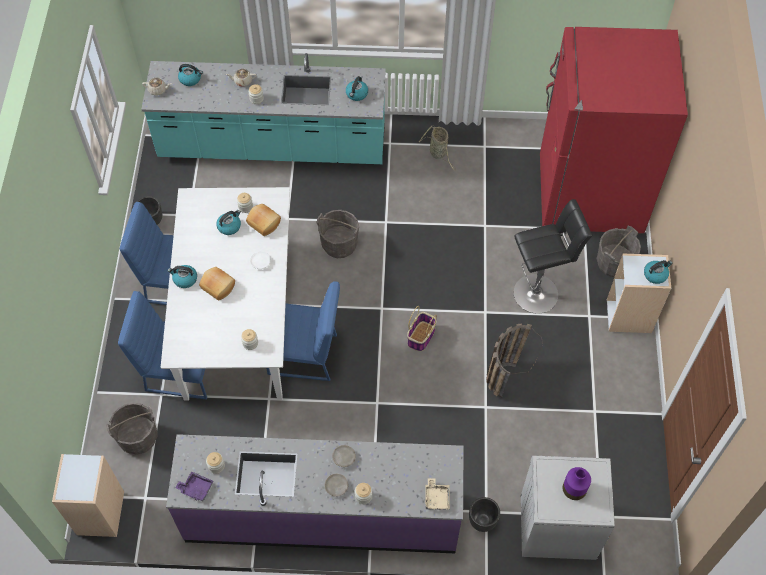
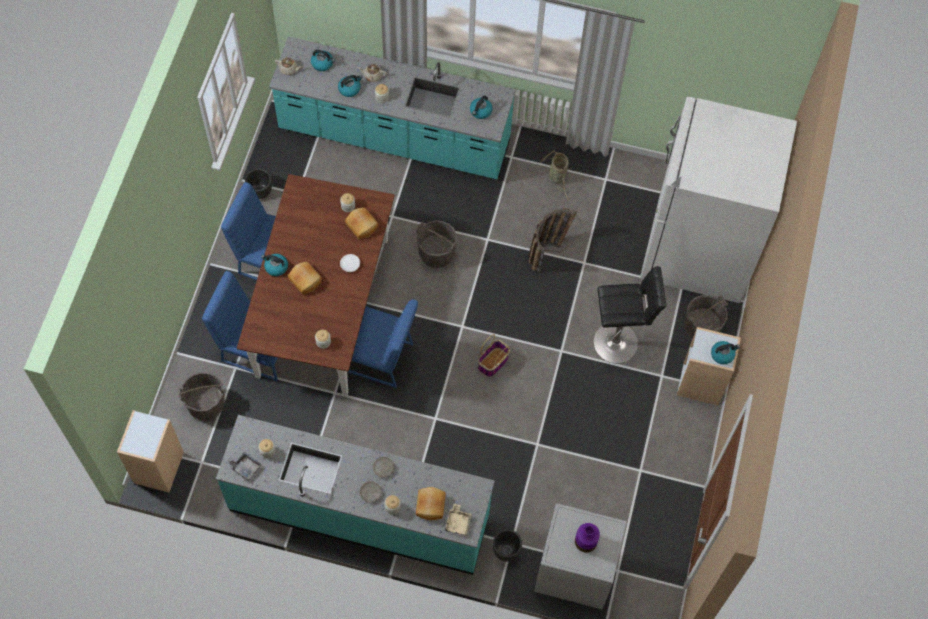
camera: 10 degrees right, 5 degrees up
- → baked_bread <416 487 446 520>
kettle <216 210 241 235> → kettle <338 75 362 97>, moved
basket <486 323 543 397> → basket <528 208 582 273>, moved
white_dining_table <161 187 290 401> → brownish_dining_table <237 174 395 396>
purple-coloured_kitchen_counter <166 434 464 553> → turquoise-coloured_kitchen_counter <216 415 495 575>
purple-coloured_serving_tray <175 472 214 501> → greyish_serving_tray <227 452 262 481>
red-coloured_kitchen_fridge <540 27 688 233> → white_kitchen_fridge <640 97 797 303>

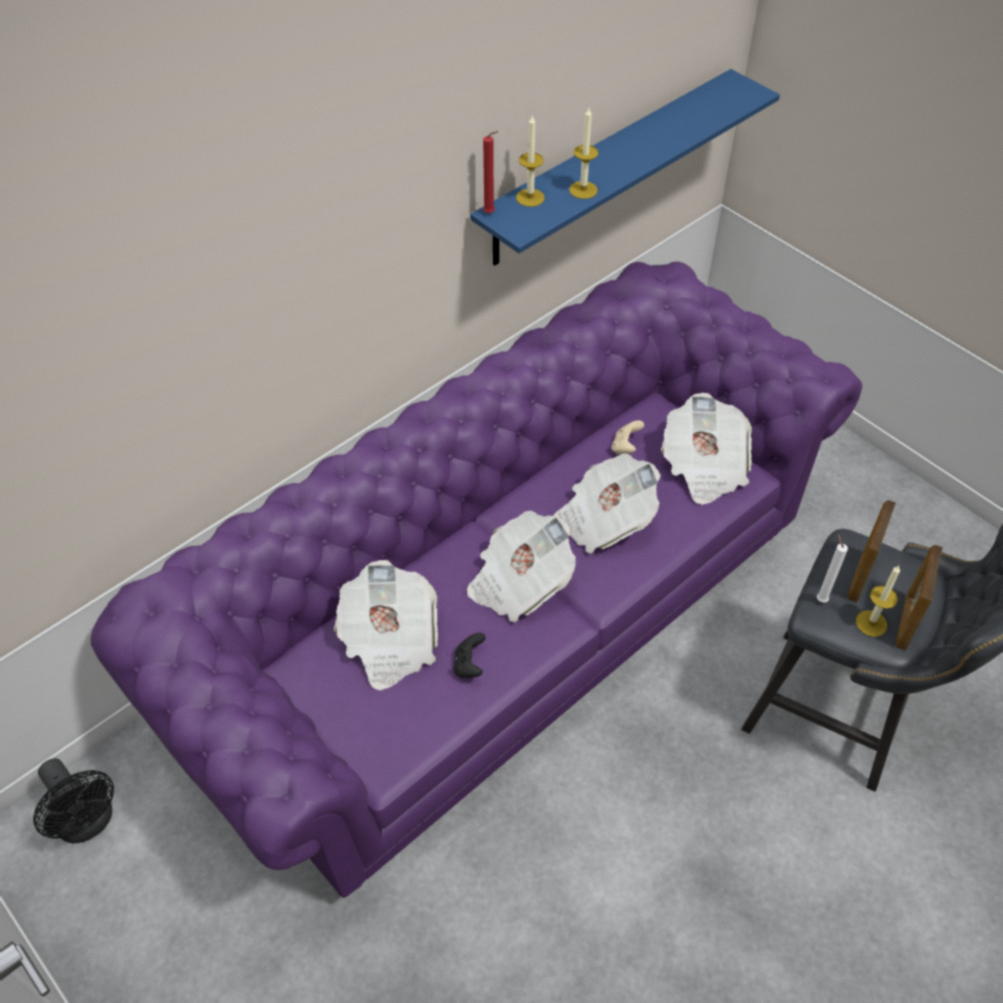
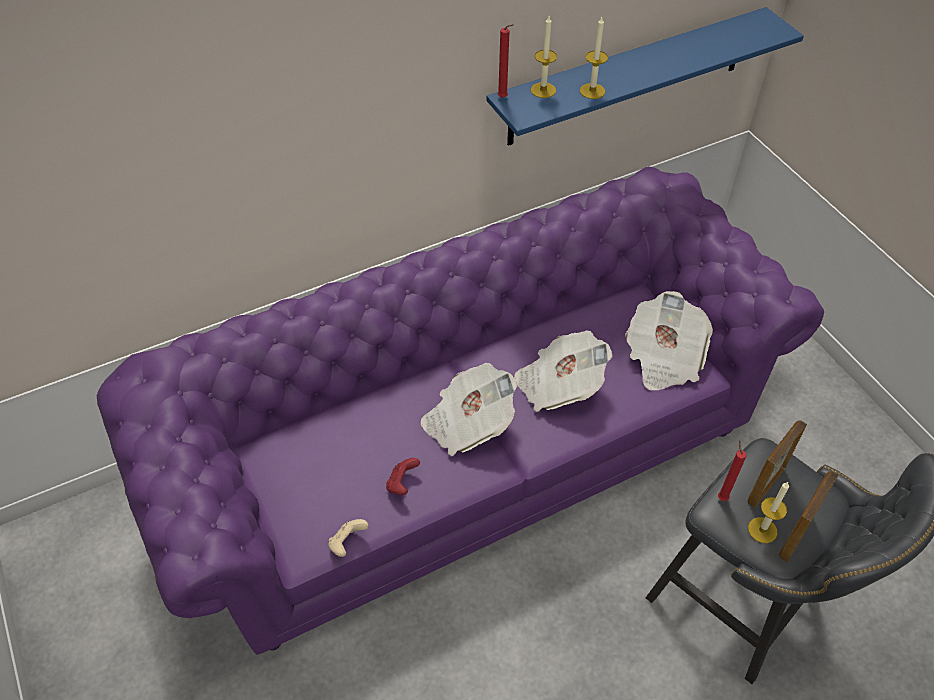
camera: 15 degrees right, 0 degrees up
black-coloured_electric_fan <33 758 114 843> → -
daily_paper <334 560 438 691> → -
beige_joypad <611 420 644 455> → beige_joypad <328 519 369 557>, moved
black-coloured_joypad <453 633 486 678> → red-coloured_joypad <386 458 420 495>
white_wax_light <817 534 848 603> → red-coloured_wax_light <718 440 747 501>

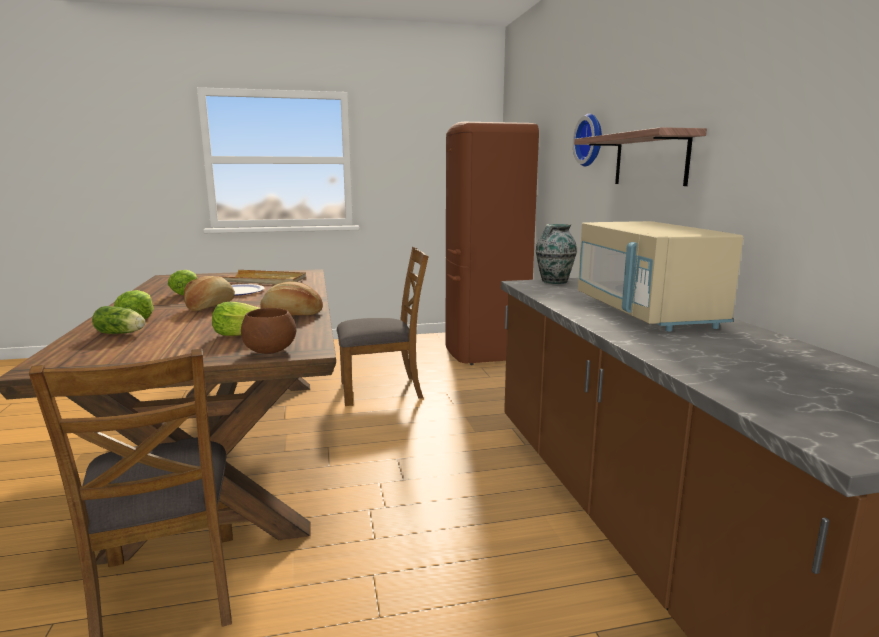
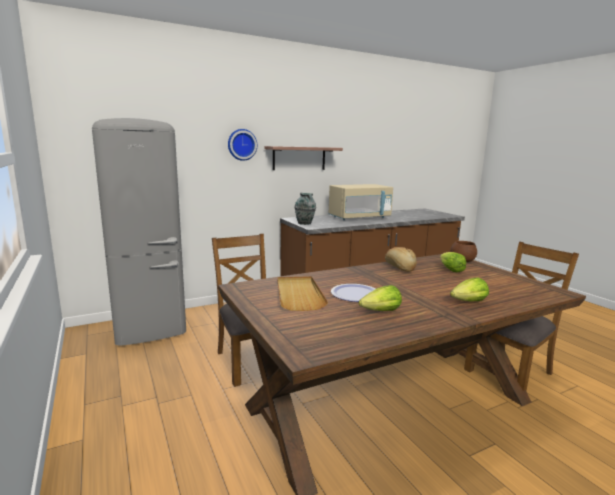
camera: 105 degrees left, 0 degrees up
lettuce <92 306 145 334> → -
baked_bread <184 276 235 311> → -
brownish_kitchen_fridge <445 122 539 365> → greyish_kitchen_fridge <92 118 186 346>

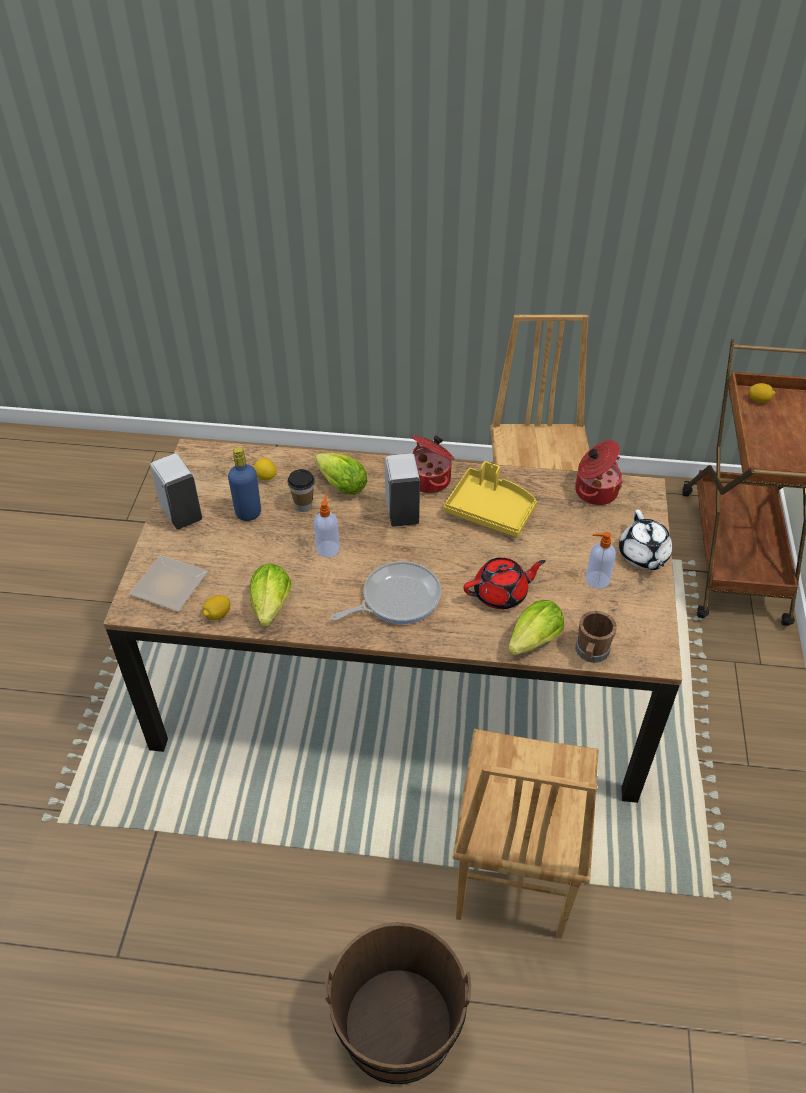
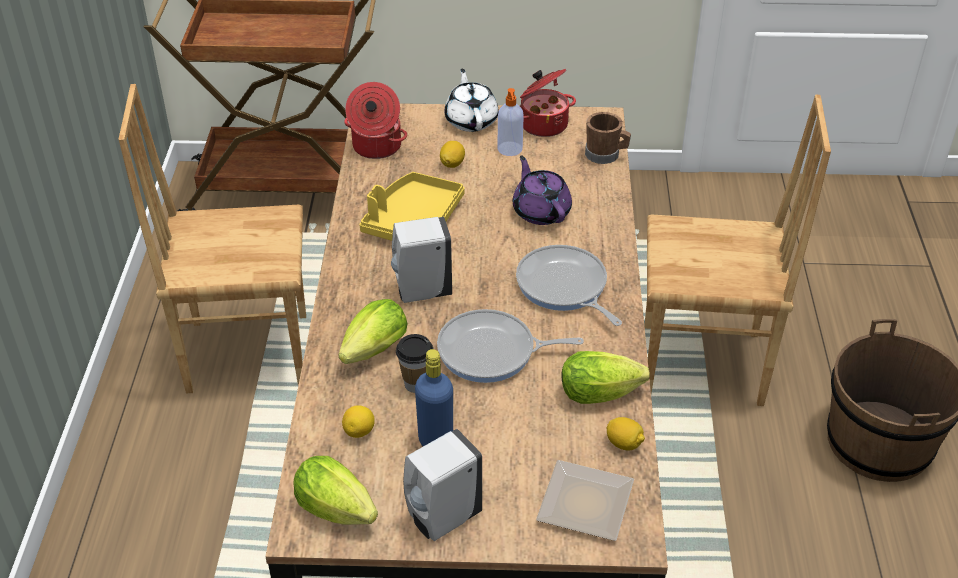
camera: 95 degrees left, 5 degrees down
saucepot <412 435 455 493> → saucepot <520 69 576 137>, moved
lettuce <508 600 564 655> → lettuce <293 456 378 525>, moved
lemon <749 383 776 403> → lemon <440 141 465 168>, moved
soap_dispenser <314 493 340 557> → frying_pan <437 309 584 383>
red-coloured_tea_pot <463 557 546 609> → purple-coloured_tea_pot <513 155 572 225>
white_tea_pot <619 509 672 570> → white_tea_pot <445 68 499 132>, 90 degrees counterclockwise

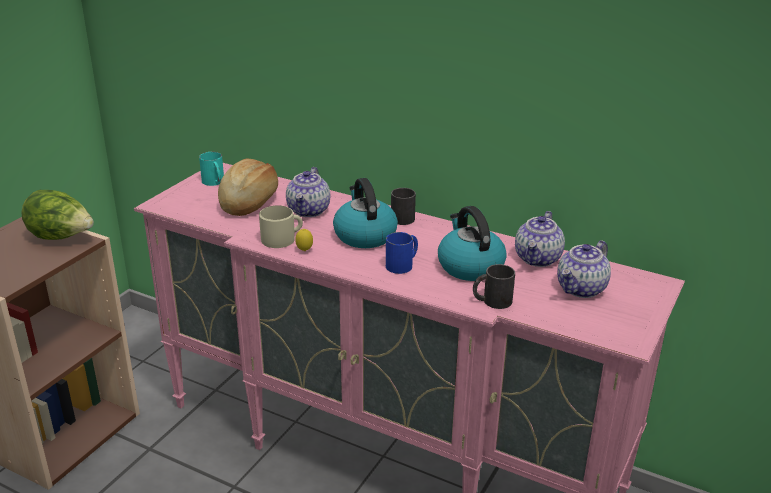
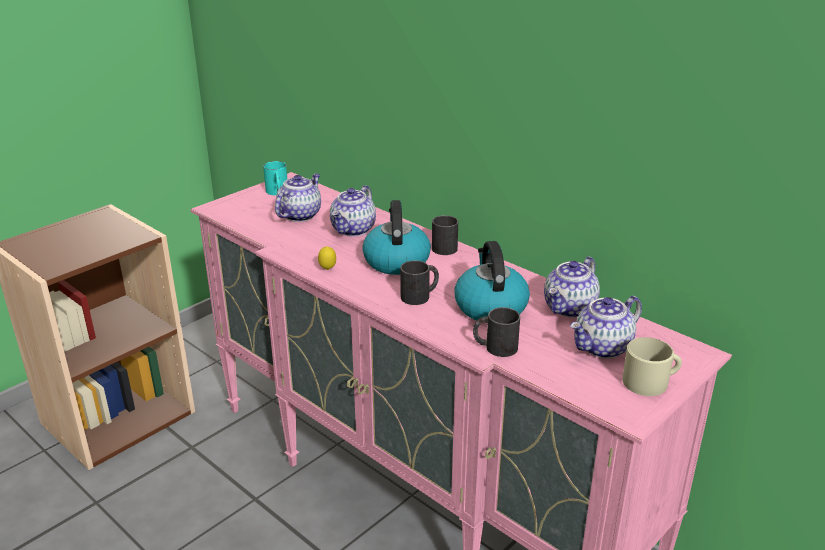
camera: 15 degrees right, 0 degrees up
lettuce <21 190 94 240> → -
beige_mug <259 205 303 248> → beige_mug <623 337 682 396>, moved
baked_bread <218 158 278 216> → tea_pot <275 173 321 222>
blue-coloured_mug <386 232 418 274> → black-coloured_mug <400 260 439 305>

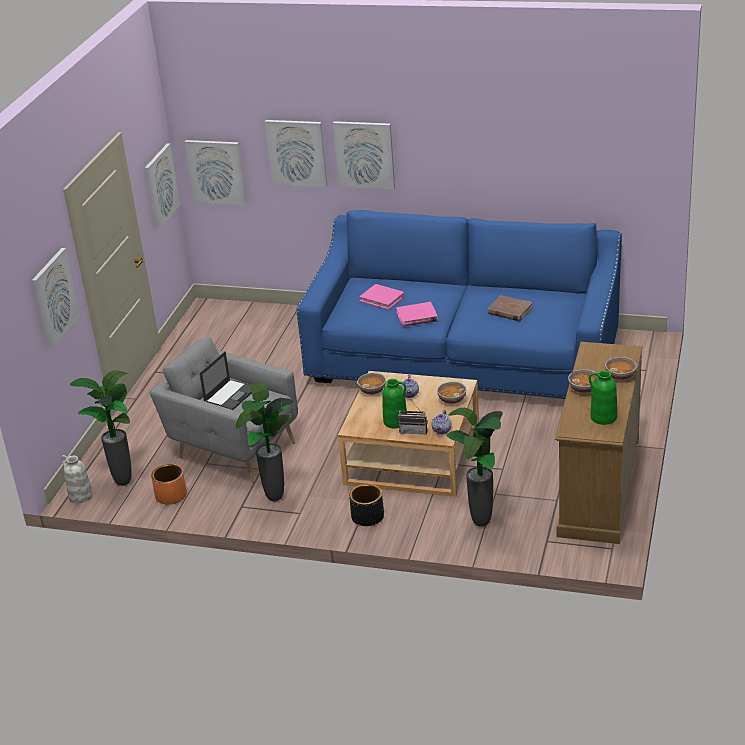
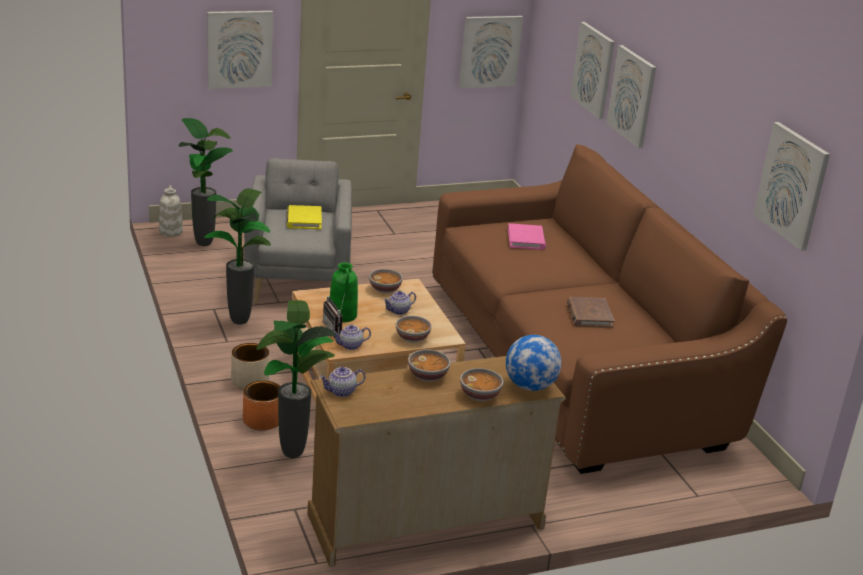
camera: 50 degrees right, 5 degrees down
pink-coloured_book <396 302 438 327> → -
green_decorative_vase <589 371 617 425> → -
- → tea_pot <319 367 366 397>
- → world_globe <506 335 562 391>
orange-coloured_flower_pot <151 464 187 505> → orange-coloured_flower_pot <243 381 280 430>, moved
wall_art <184 140 247 205> → wall_art <753 122 830 251>, moved
laptop <199 351 252 410> → yellow-coloured_book <287 205 322 229>
blue-coloured_couch <297 210 622 399> → brownish_couch <432 144 787 474>
black-coloured_flower_pot <349 484 384 526> → beige_flower_pot <231 343 270 389>

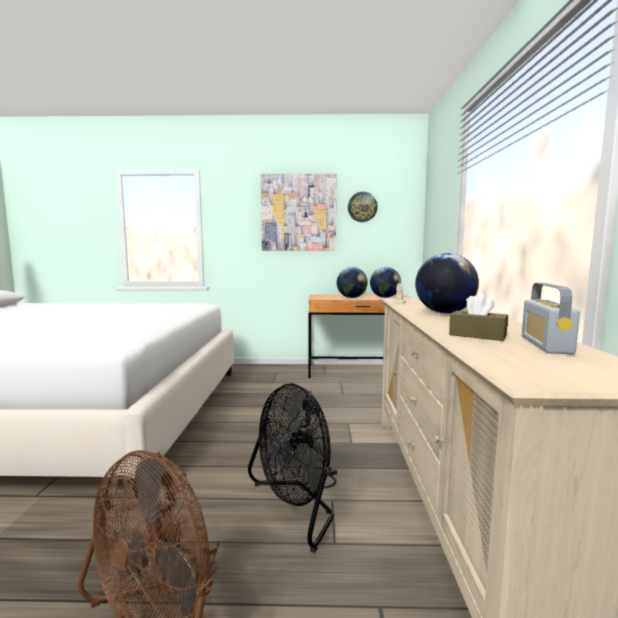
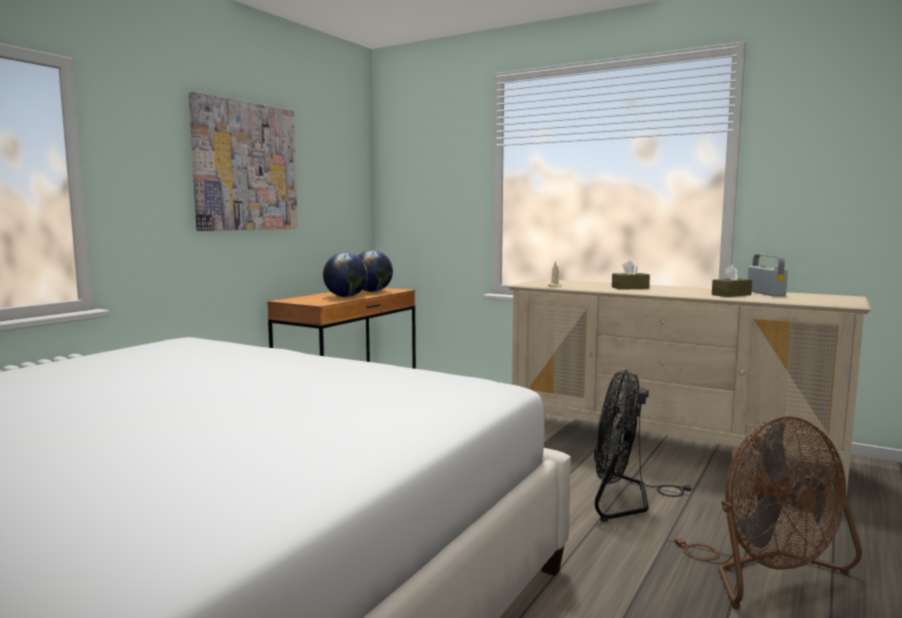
camera: 60 degrees left, 0 degrees up
clock_on_the_wall <348 192 378 222> → -
world_globe <415 253 479 313> → brownish_tissue_box <612 260 650 289>
black-coloured_electric_fan <248 383 338 553> → black-coloured_electric_fan <594 370 693 522>, 105 degrees clockwise
radio <522 283 580 354> → radio <748 254 788 296>, 135 degrees counterclockwise

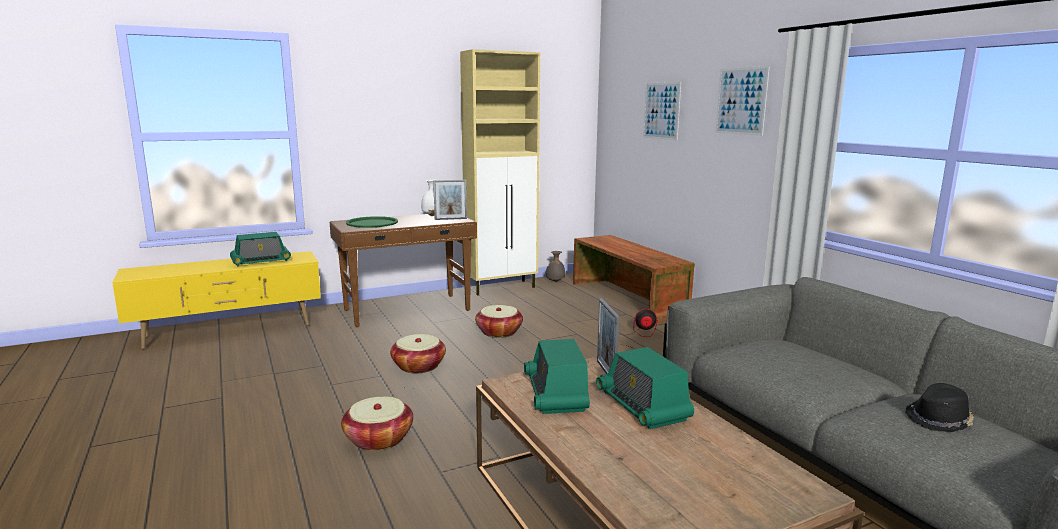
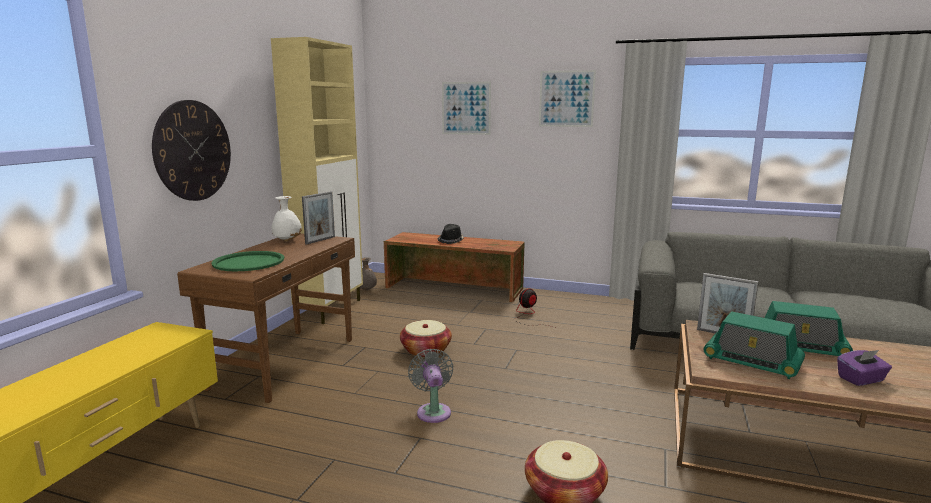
camera: 45 degrees left, 0 degrees up
radio <230 232 291 267> → -
- → clock_on_the_wall <152 100 231 201>
- → purple-coloured_tissue_box <837 350 892 386>
black-coloured_hat <905 383 974 432> → black-coloured_hat <438 224 464 244>, moved
basket <390 334 446 373> → greyish_electric_fan <408 349 454 423>

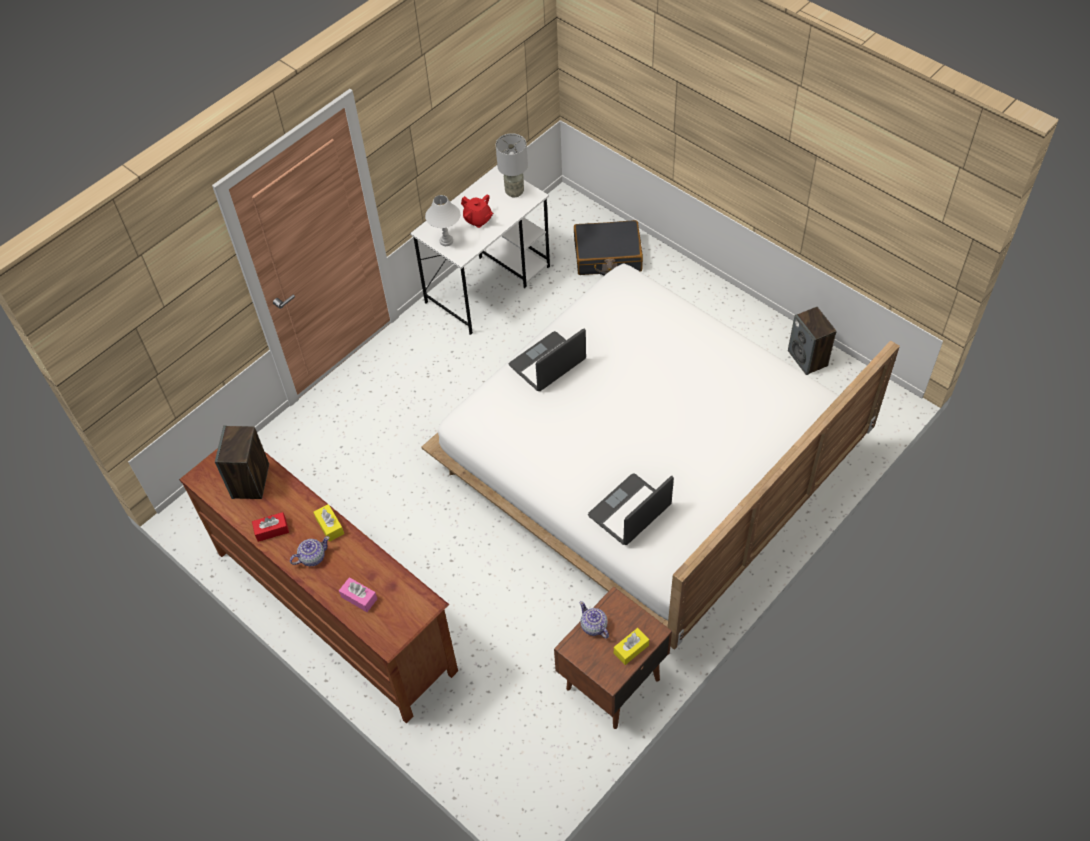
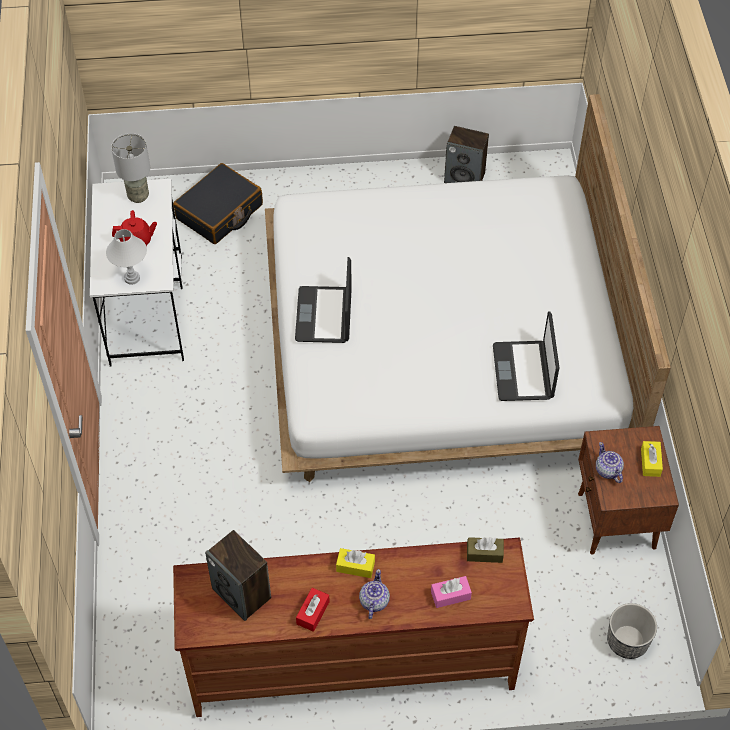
camera: 50 degrees left, 0 degrees up
- → brownish_tissue_box <467 537 504 563>
- → flower_pot <607 603 657 659>
tea_pot <580 601 609 639> → tea_pot <596 442 624 483>, 60 degrees clockwise

